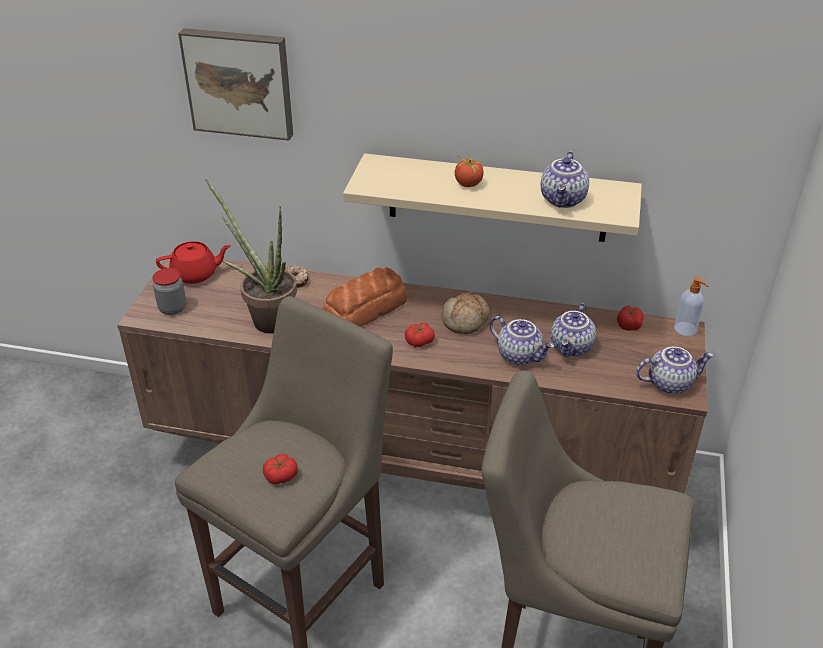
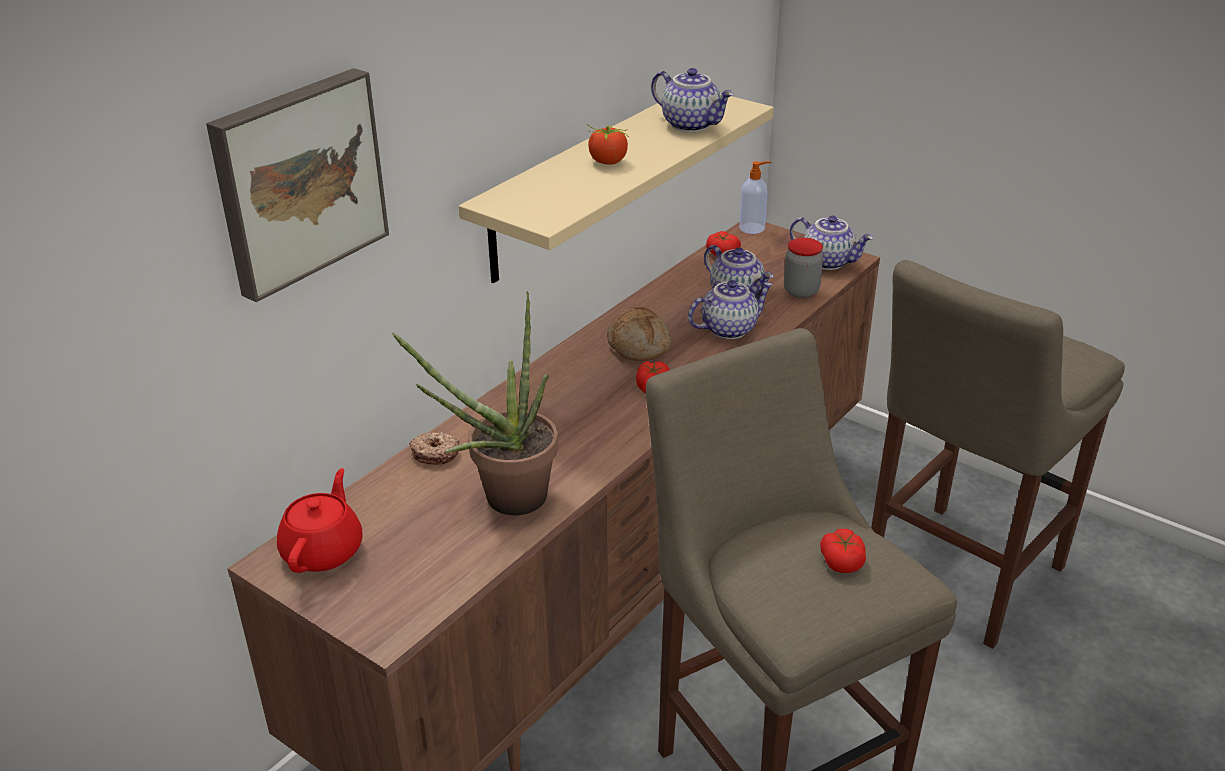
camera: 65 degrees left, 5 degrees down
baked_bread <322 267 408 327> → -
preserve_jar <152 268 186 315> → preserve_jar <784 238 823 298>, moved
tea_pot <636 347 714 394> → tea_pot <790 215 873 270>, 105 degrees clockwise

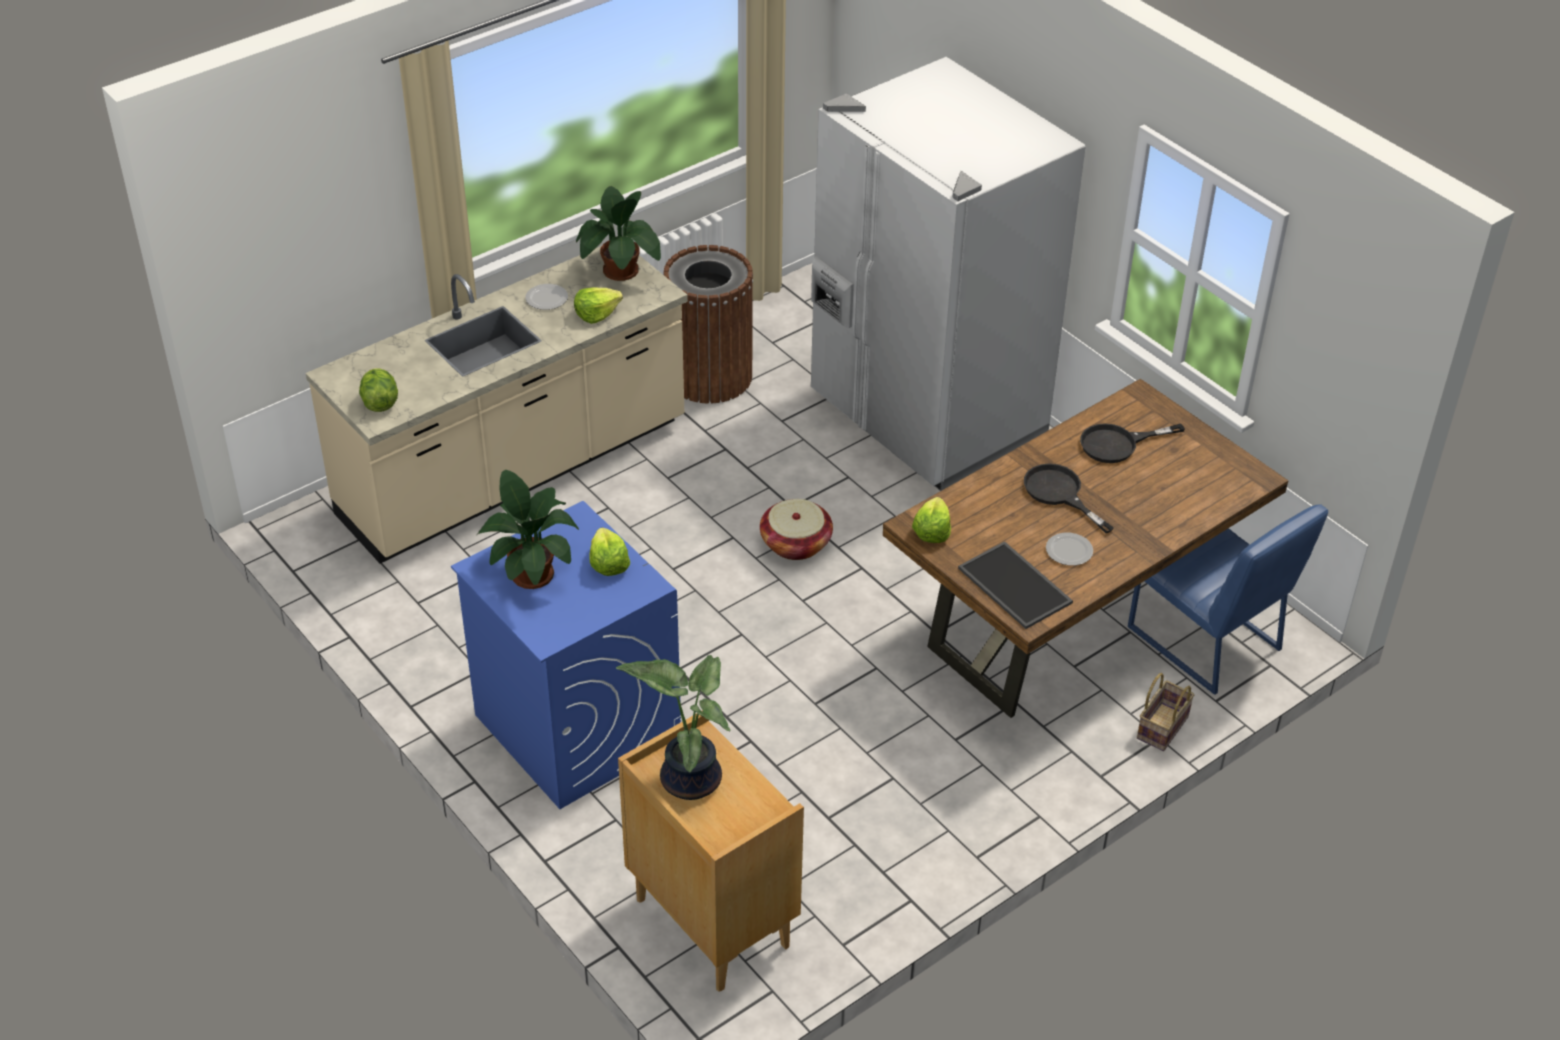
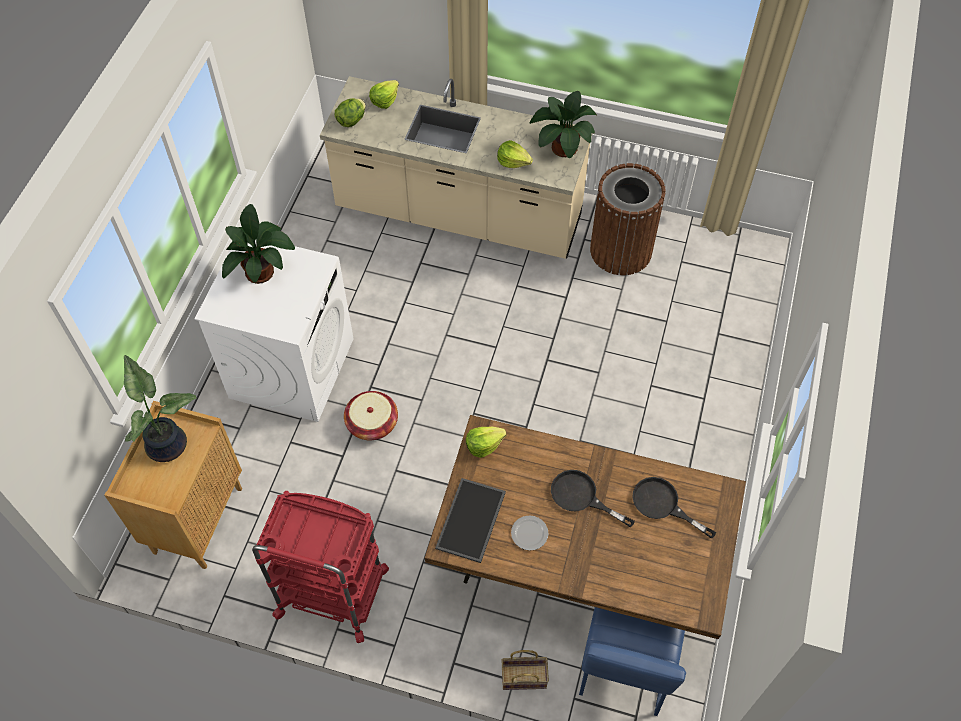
camera: 55 degrees right, 15 degrees up
dinner_plate <525 284 568 310> → -
white_kitchen_fridge <811 57 1086 491> → -
- → red-coloured_wheeled_cart <252 491 389 643>
lettuce <589 527 630 576> → lettuce <369 80 399 109>, moved
basket <760 499 833 560> → basket <344 391 398 440>, moved
blue-coloured_laundry_machine <451 501 681 809> → white_laundry_machine <194 240 354 422>
black-coloured_frying_pan <1024 464 1114 533> → black-coloured_frying_pan <551 470 635 527>, 75 degrees counterclockwise

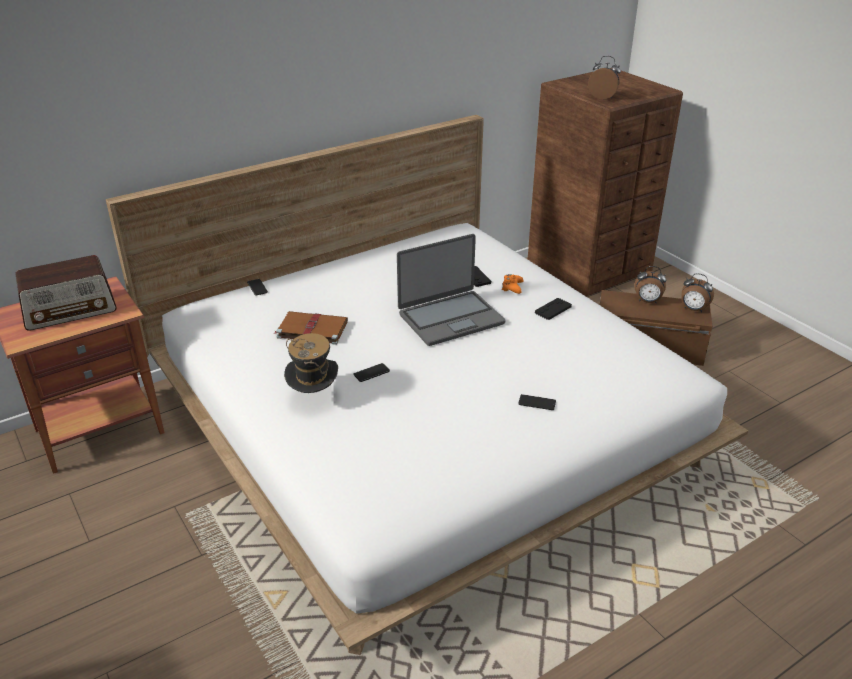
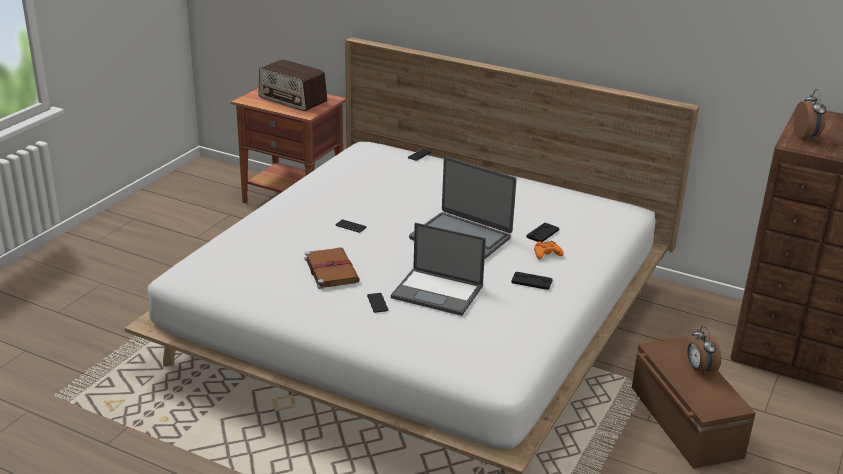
camera: 60 degrees right, 5 degrees down
hat <284 333 338 393> → -
alarm_clock <681 273 714 313> → -
- → laptop <391 223 486 316>
brownish_book <275 311 348 345> → brownish_book <305 247 360 289>, moved

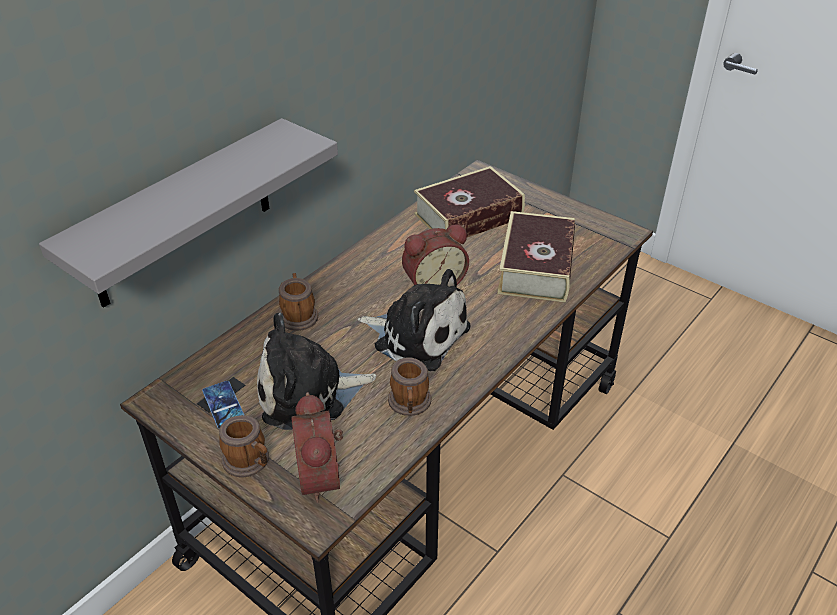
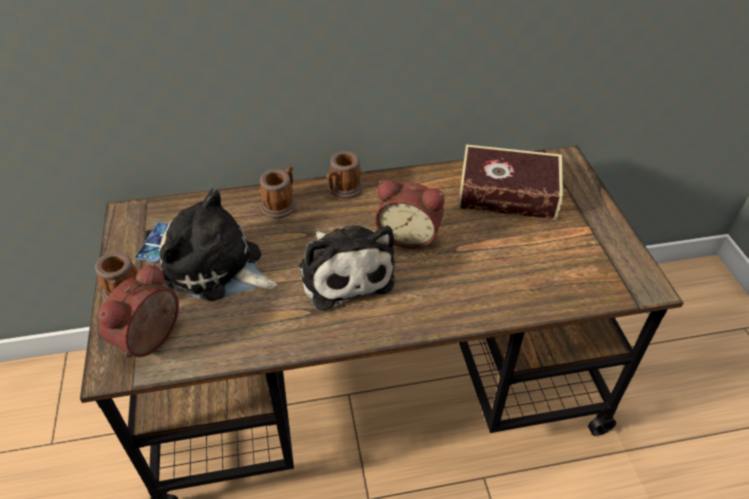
camera: 40 degrees right, 5 degrees up
greyish_shelf <39 118 338 308> → -
book <497 211 575 302> → -
mug <388 357 432 416> → mug <326 151 364 198>, moved

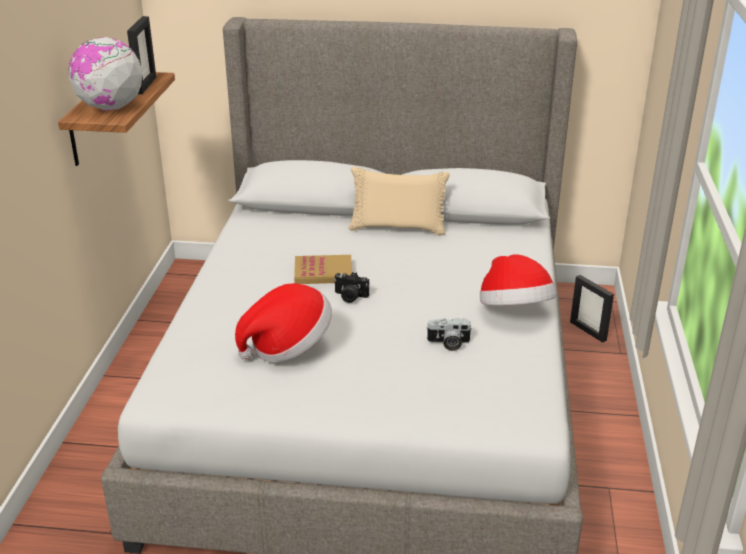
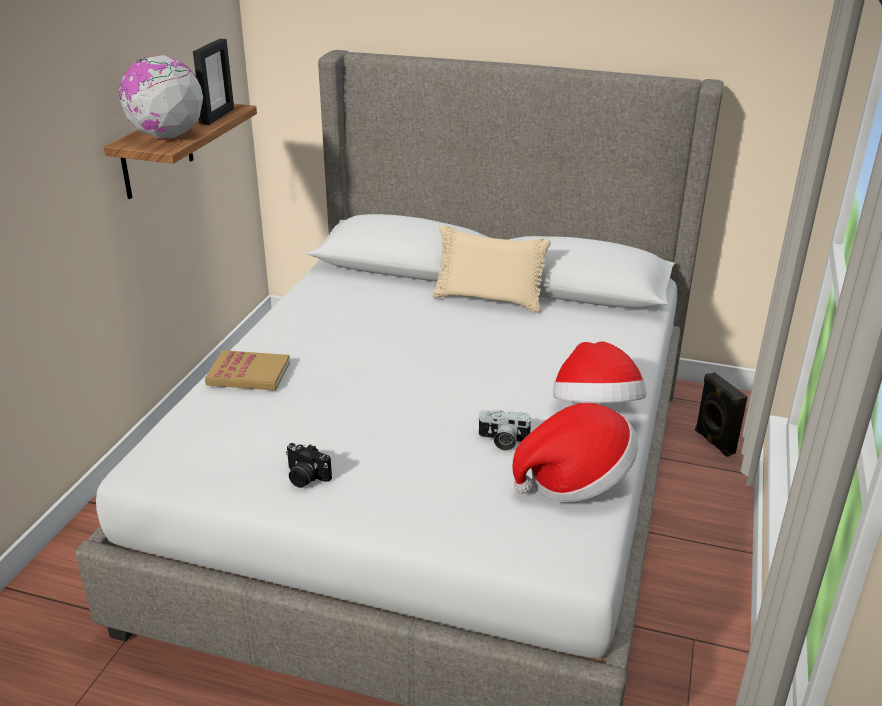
camera: 10 degrees right, 0 degrees up
hat <235 283 332 363> → hat <512 403 638 502>, moved
book <294 255 352 284> → book <205 350 290 391>, moved
photo_camera <334 272 369 303> → photo_camera <286 443 332 488>, moved
photo_frame <570 275 614 343> → black-coloured_audio_speaker <695 372 748 457>

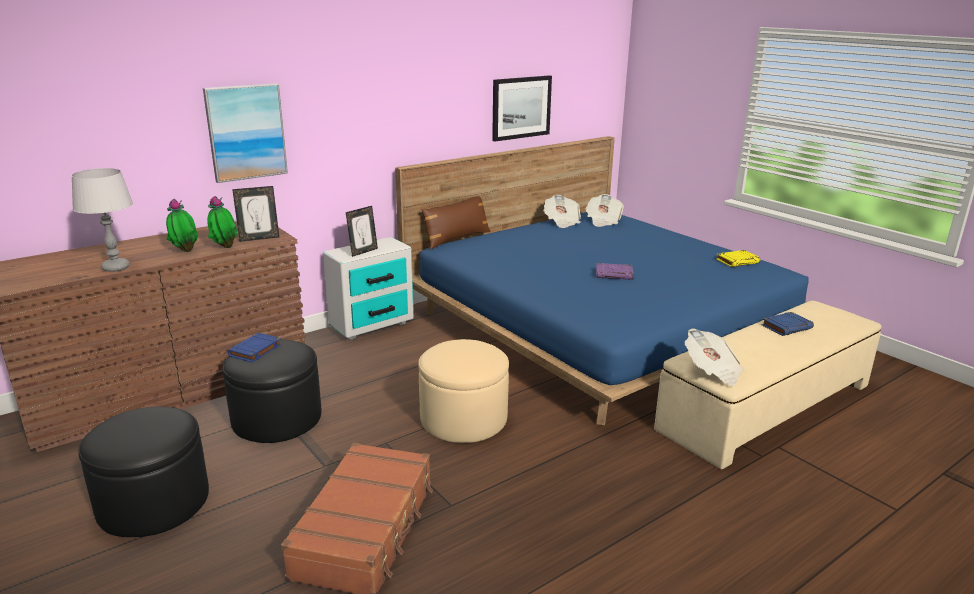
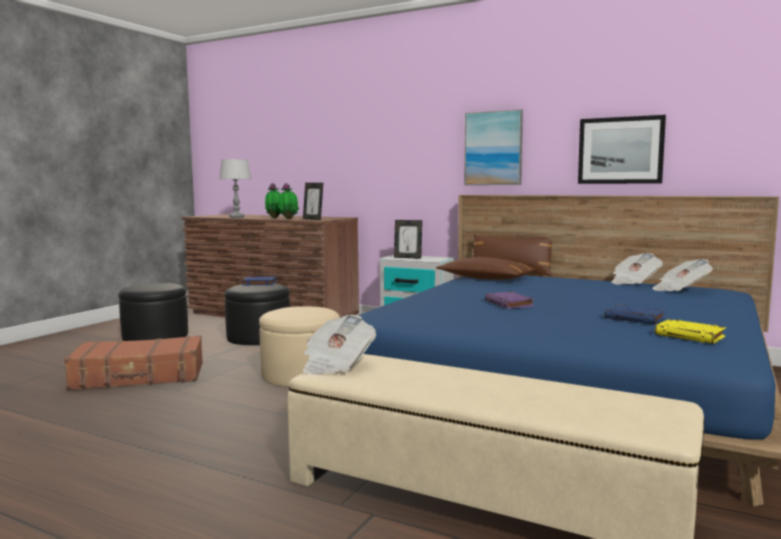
camera: 65 degrees right, 15 degrees down
- → brownish_throw_pillow <436 257 536 280>
wall_art <203 83 288 183> → wall_art <464 109 523 185>, moved
blue-coloured_book <762 312 814 336> → blue-coloured_book <605 304 666 325>, moved

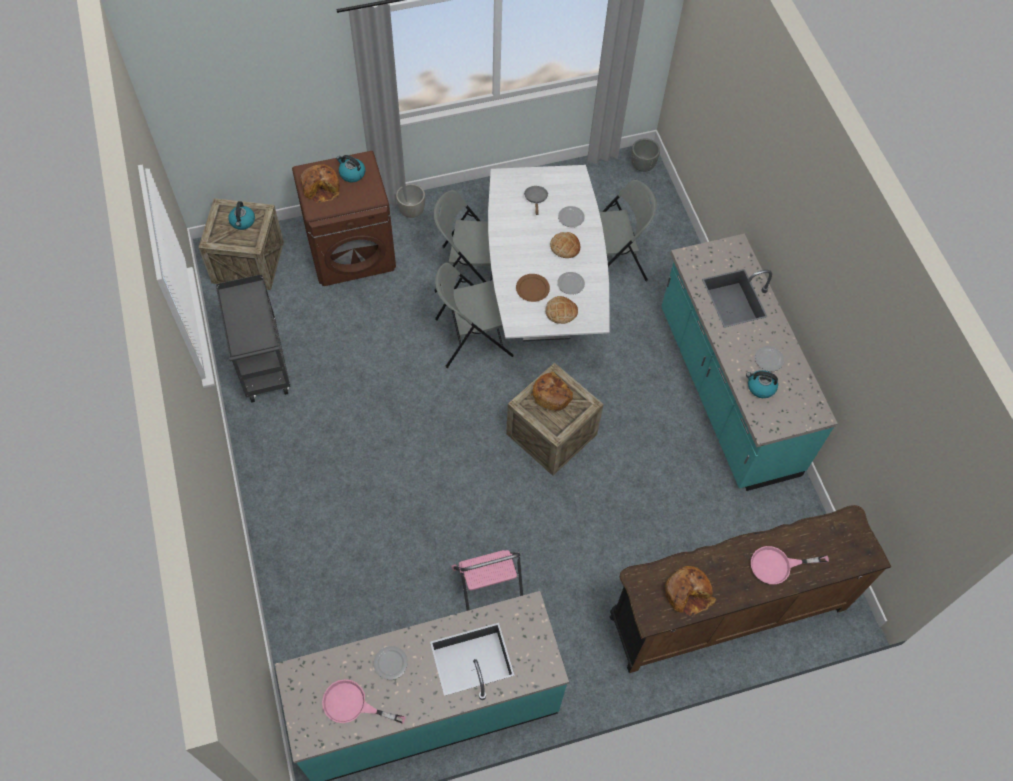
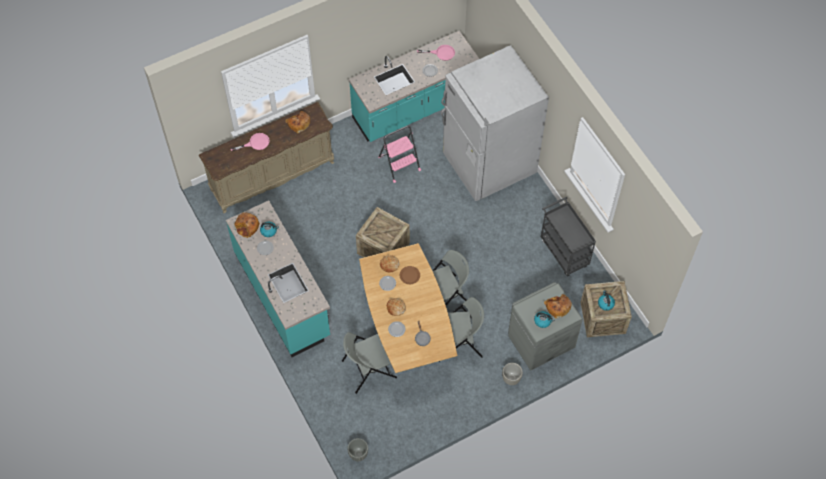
camera: 170 degrees right, 0 degrees up
- → white_kitchen_fridge <441 45 549 201>
baked_bread <531 372 573 411> → baked_bread <234 212 260 238>, moved
brownish_laundry_machine <292 151 396 286> → greyish_laundry_machine <508 282 583 371>
white_dining_table <488 165 610 341> → brownish_dining_table <359 243 457 373>
black-coloured_storage_cabinet <610 505 891 673> → beige_storage_cabinet <199 102 334 213>

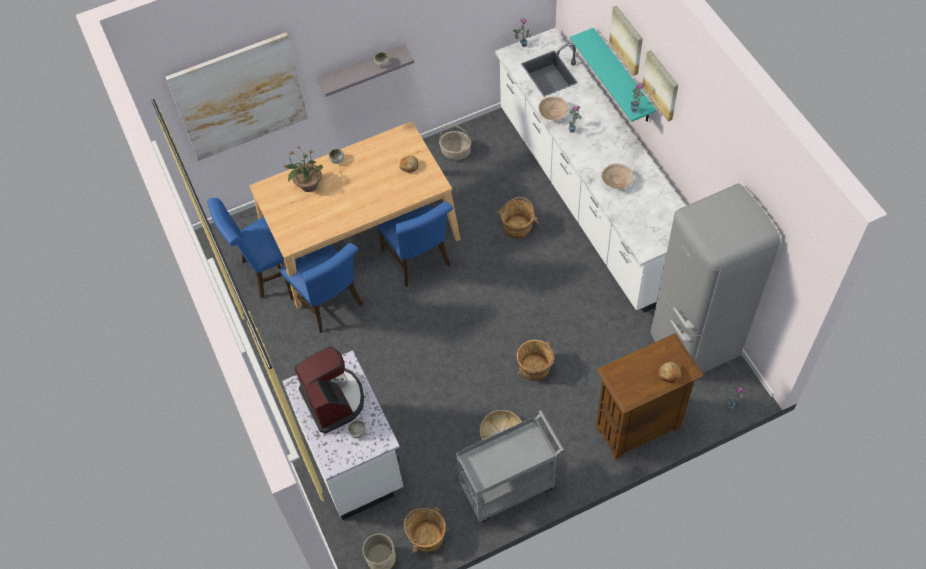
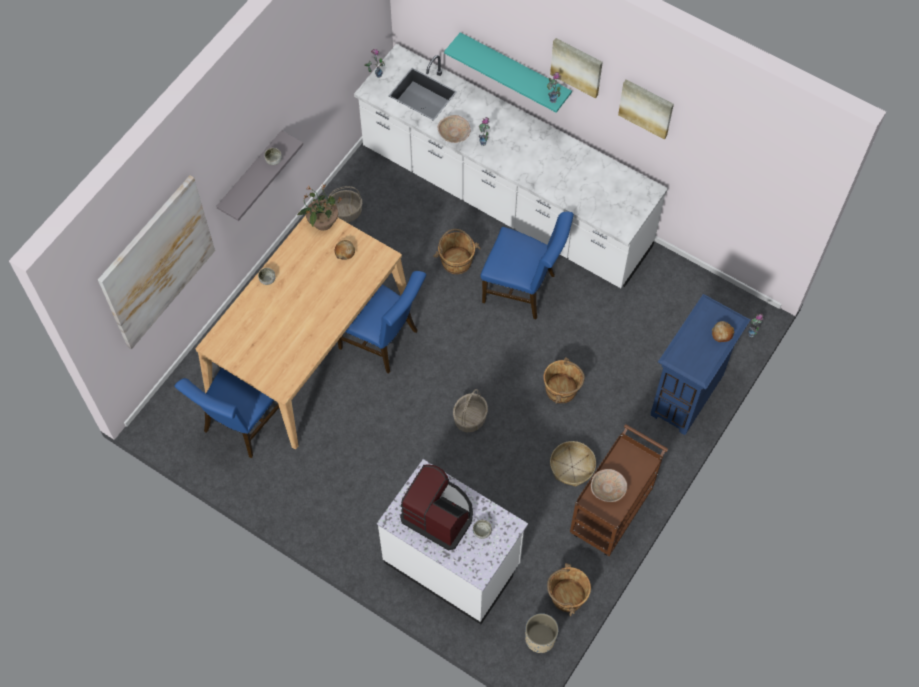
camera: 35 degrees left, 5 degrees up
greyish_kitchen_fridge <651 183 781 373> → -
- → basket <453 389 488 432>
blue-coloured_upright_chair <280 243 363 333> → blue-coloured_upright_chair <480 212 574 320>, moved
plant_in_a_pot <284 146 324 192> → plant_in_a_pot <297 184 342 231>, moved
beige_deep_dish <601 164 633 189> → beige_deep_dish <591 469 627 502>, moved
wall_art <609 6 643 76> → wall_art <618 79 674 140>, moved
greyish_wheeled_cart <456 410 565 522> → brownish_wheeled_cart <570 424 669 556>
brownish_storage_cabinet <596 333 704 459> → blue-coloured_storage_cabinet <651 294 750 435>

